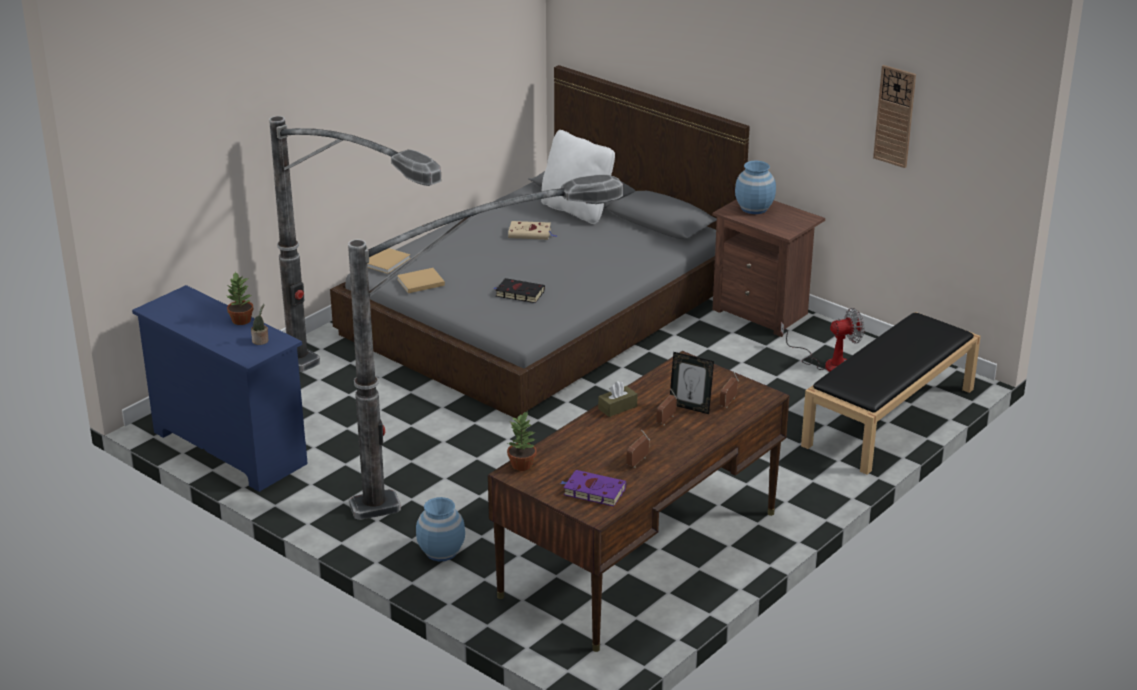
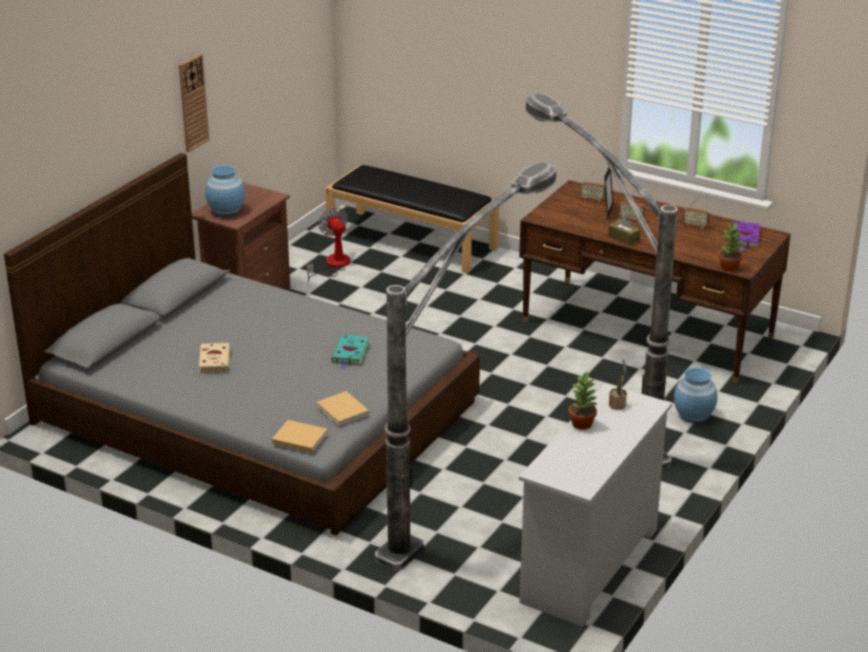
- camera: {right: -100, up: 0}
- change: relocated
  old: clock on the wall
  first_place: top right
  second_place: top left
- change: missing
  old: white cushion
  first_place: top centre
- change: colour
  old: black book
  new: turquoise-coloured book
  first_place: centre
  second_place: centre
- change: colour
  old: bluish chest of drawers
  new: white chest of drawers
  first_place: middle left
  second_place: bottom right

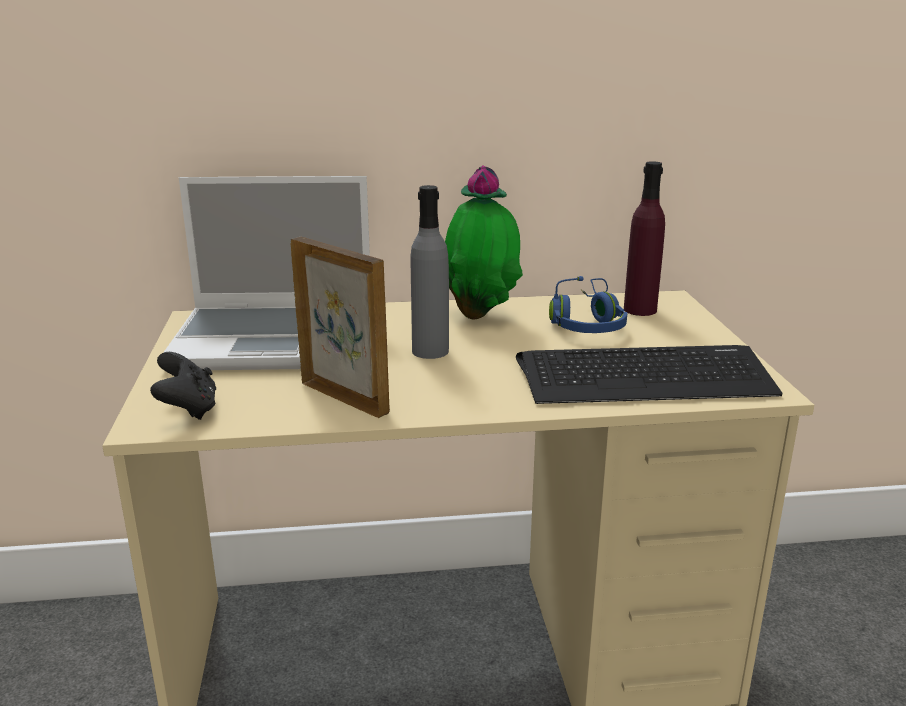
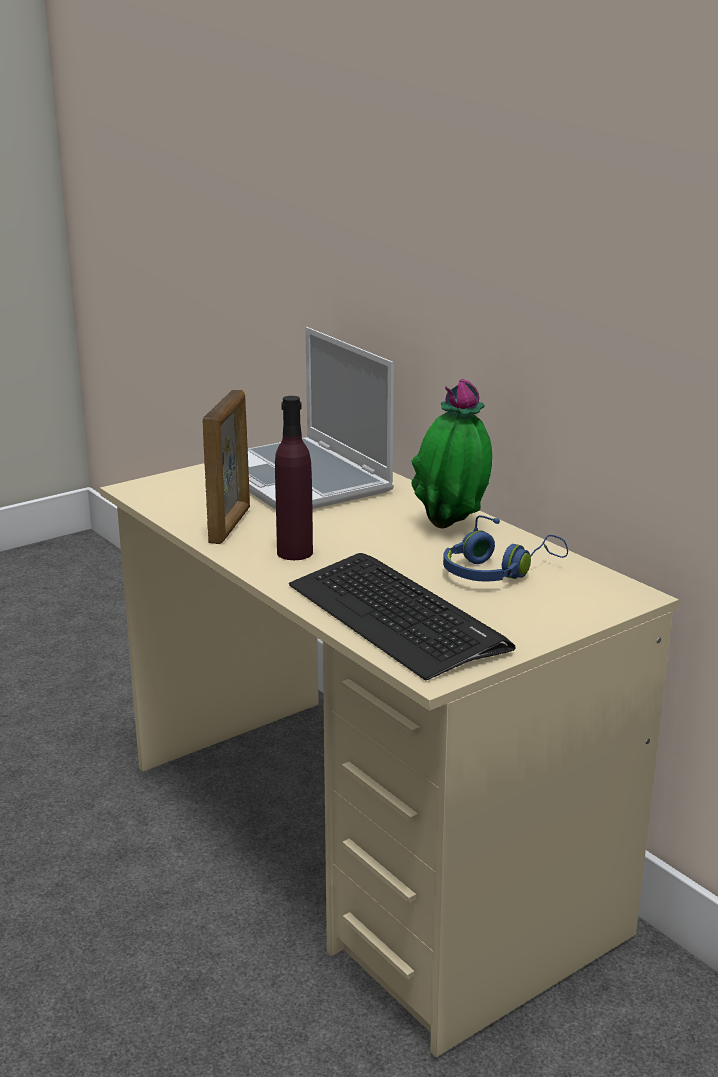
- camera: {right: 60, up: 0}
- change: relocated
  old: purple-coloured bottle
  first_place: middle right
  second_place: centre
- change: missing
  old: greyish bottle
  first_place: centre
- change: missing
  old: black gamepad
  first_place: middle left

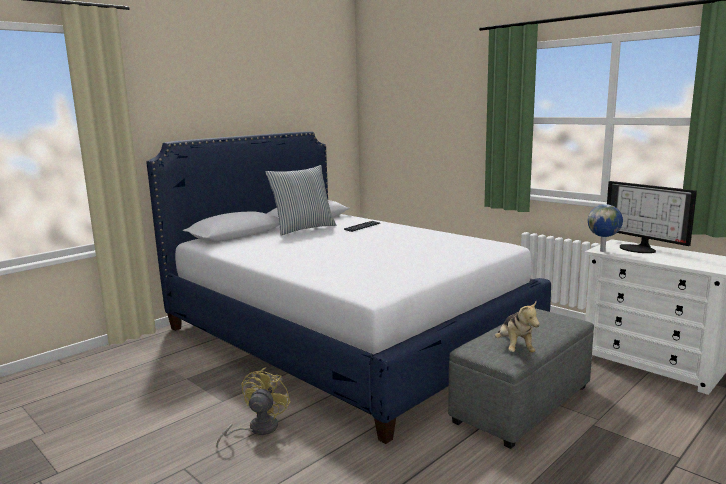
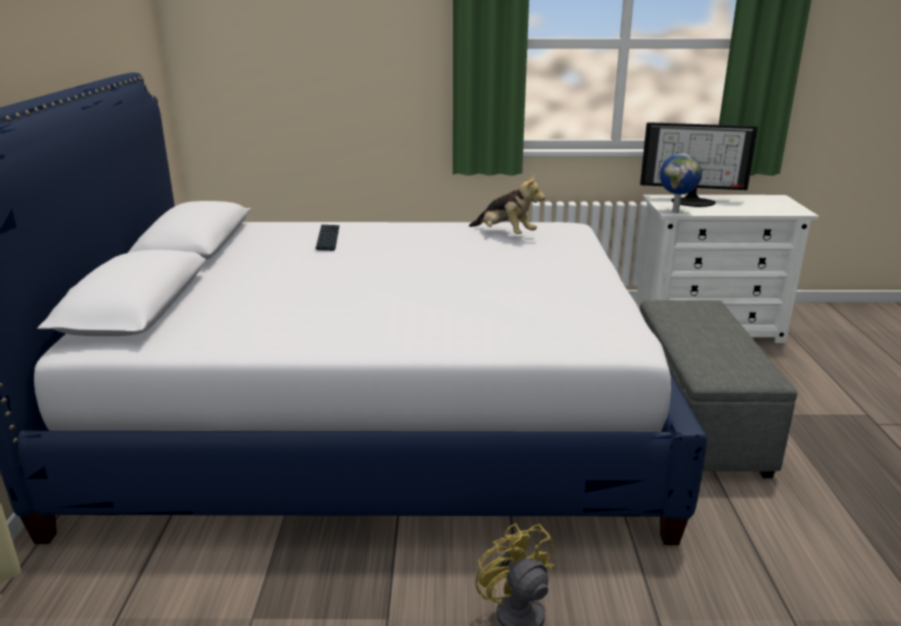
- camera: {right: -45, up: 10}
- change: missing
  old: cushion
  first_place: centre
- change: relocated
  old: plush toy
  first_place: bottom right
  second_place: top centre

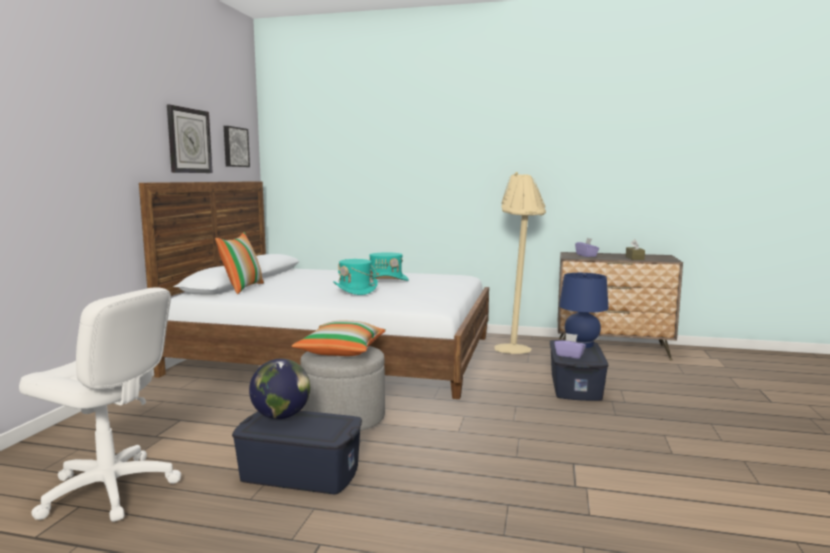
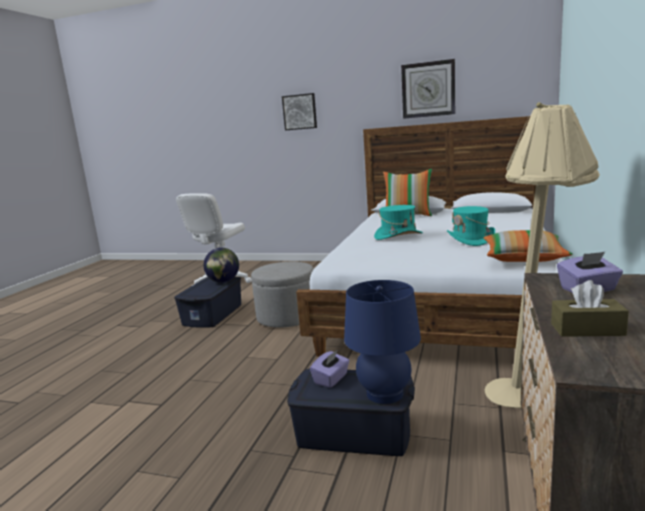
- camera: {right: 95, up: 5}
- change: relocated
  old: wall art
  first_place: top left
  second_place: top centre
- change: relocated
  old: cushion (no. 2 from left)
  first_place: centre
  second_place: middle right

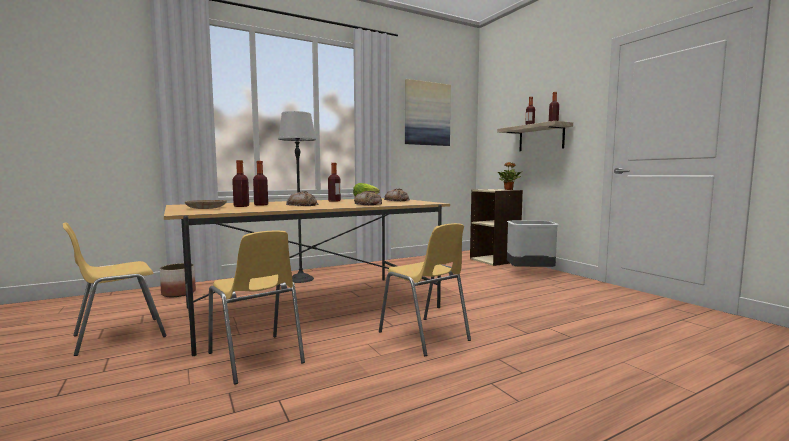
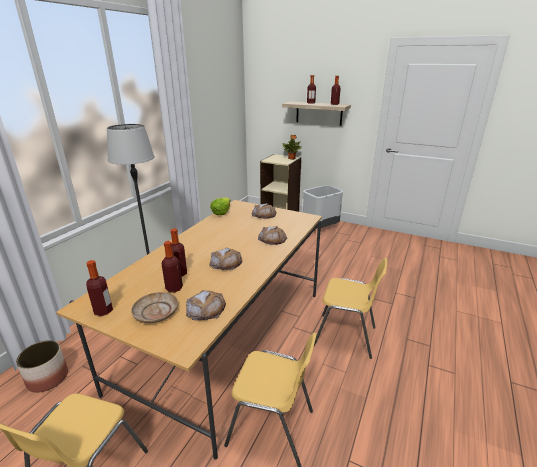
- camera: {right: -35, up: 20}
- change: missing
  old: wall art
  first_place: top centre
- change: relocated
  old: bottle (no. 3 from left in the first image)
  new: bottle (no. 1 from left)
  first_place: centre
  second_place: middle left
- change: appeared
  new: baked bread (no. 1 from left)
  second_place: centre

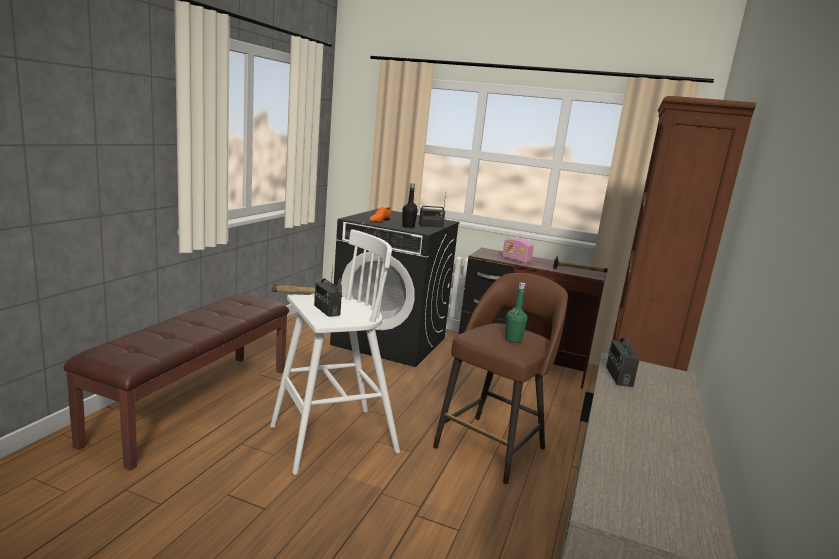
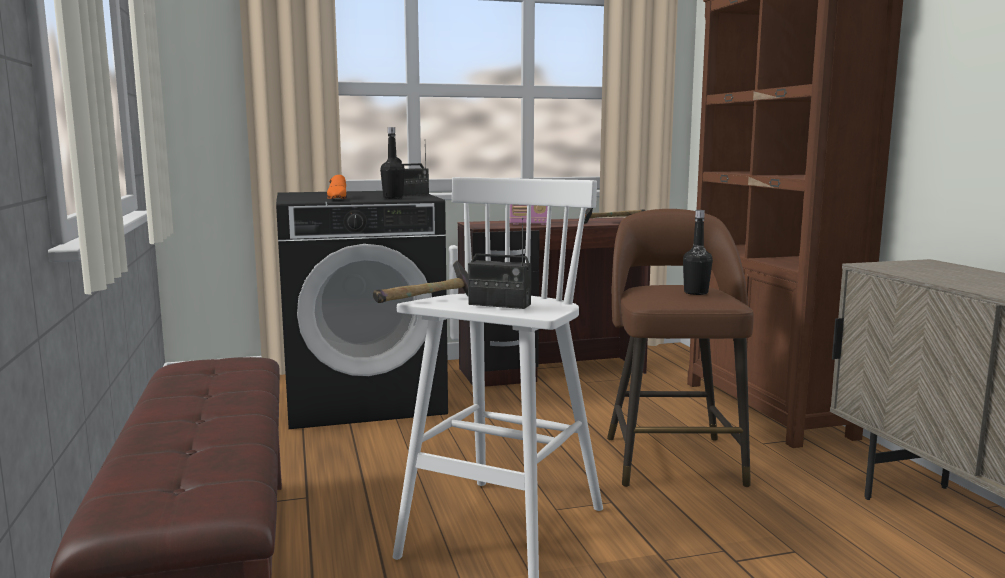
- camera: {right: -35, up: -5}
- change: colour
  old: green-coloured bottle
  new: black bottle (no. 2 from left)
  first_place: centre
  second_place: middle right
- change: missing
  old: radio receiver (no. 4 from left)
  first_place: middle right

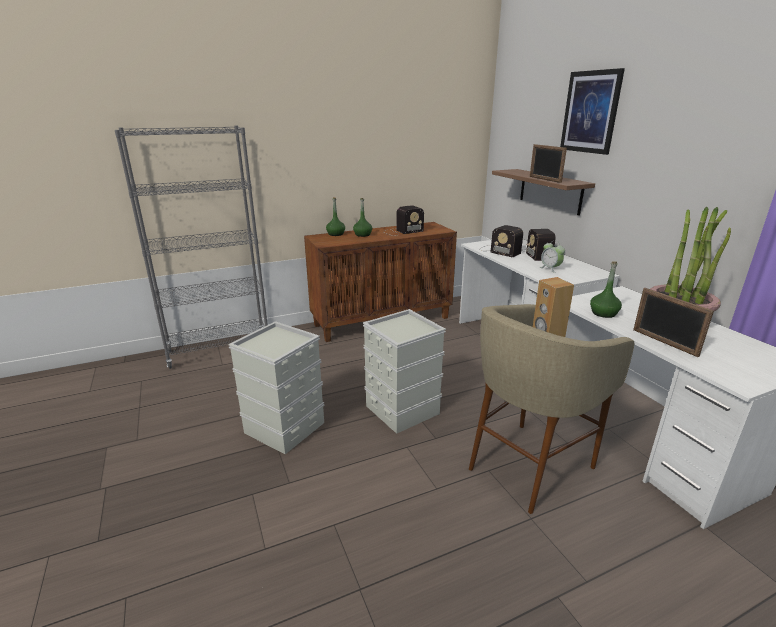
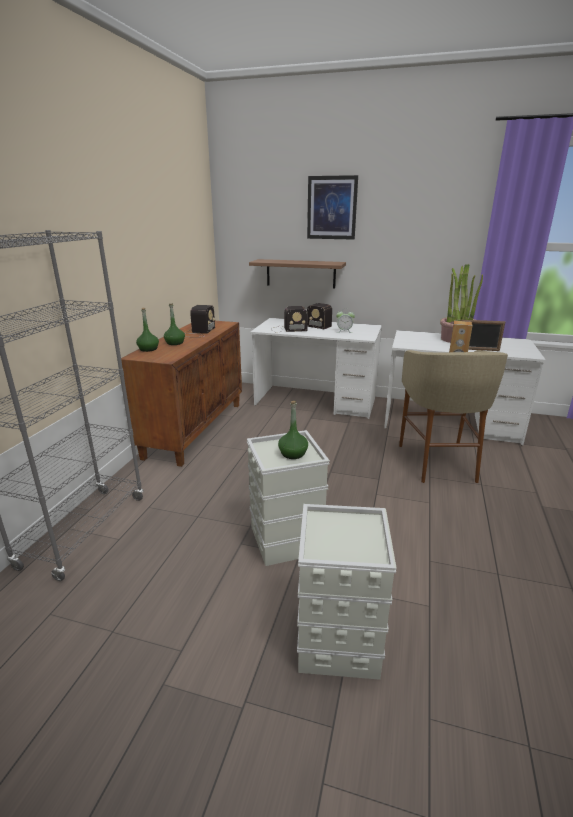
- camera: {right: -50, up: 0}
- change: missing
  old: standing frame (no. 1 from left)
  first_place: top right
- change: relocated
  old: green-coloured bottle (no. 3 from left)
  first_place: middle right
  second_place: centre
- change: relocated
  old: greyish storage container (no. 2 from left)
  first_place: centre
  second_place: bottom centre

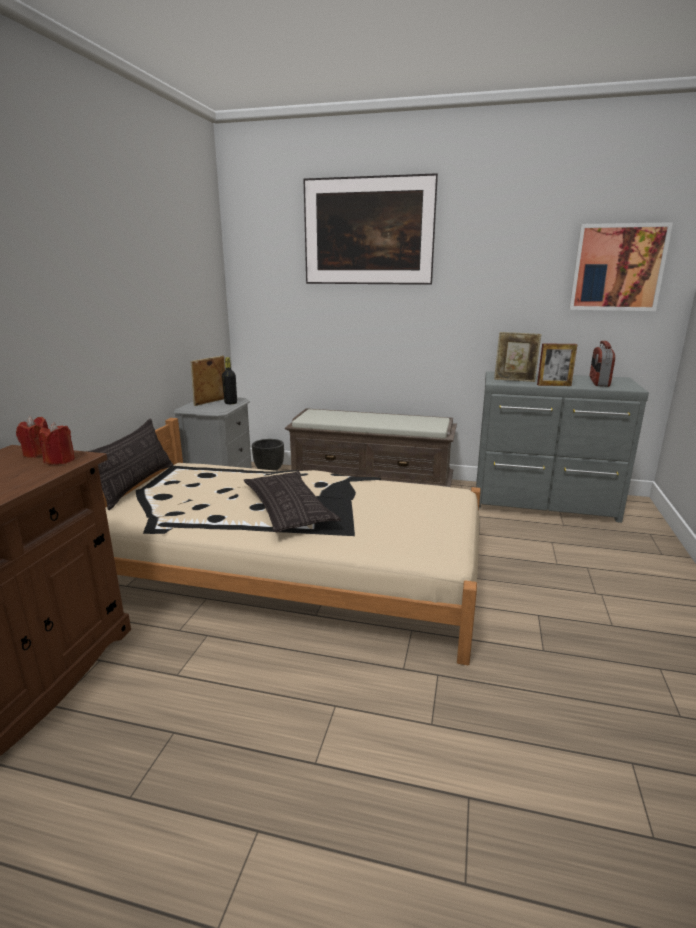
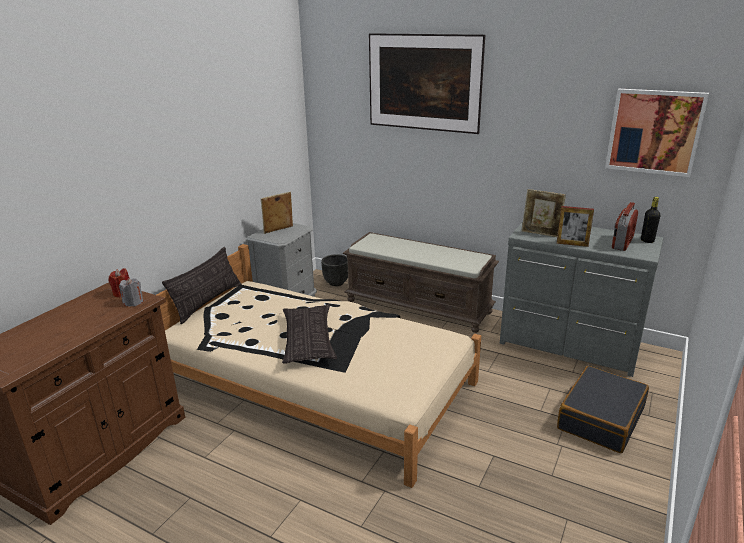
- camera: {right: 15, up: 5}
- change: relocated
  old: black bottle
  first_place: middle left
  second_place: middle right
- change: colour
  old: red-coloured wax candle (no. 2 from left)
  new: greyish wax candle
  first_place: middle left
  second_place: middle left
- change: appeared
  new: black piece of luggage
  second_place: bottom right

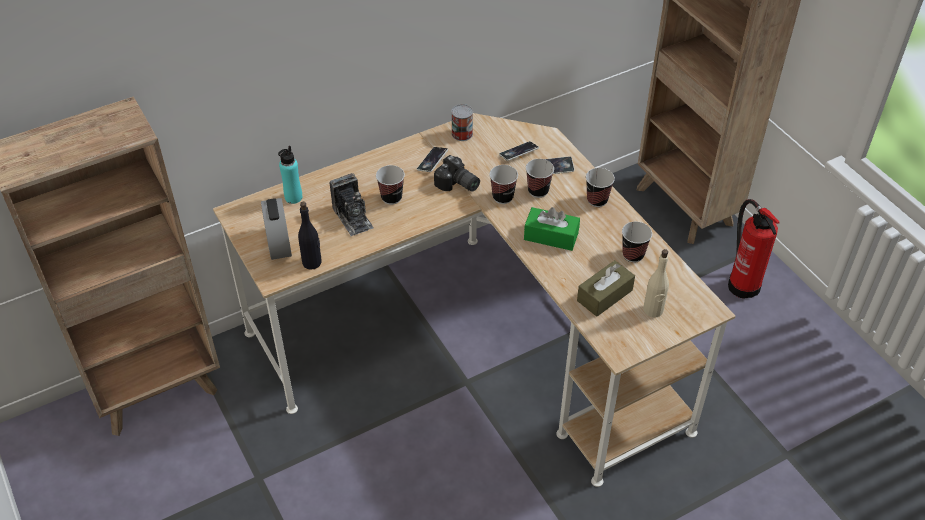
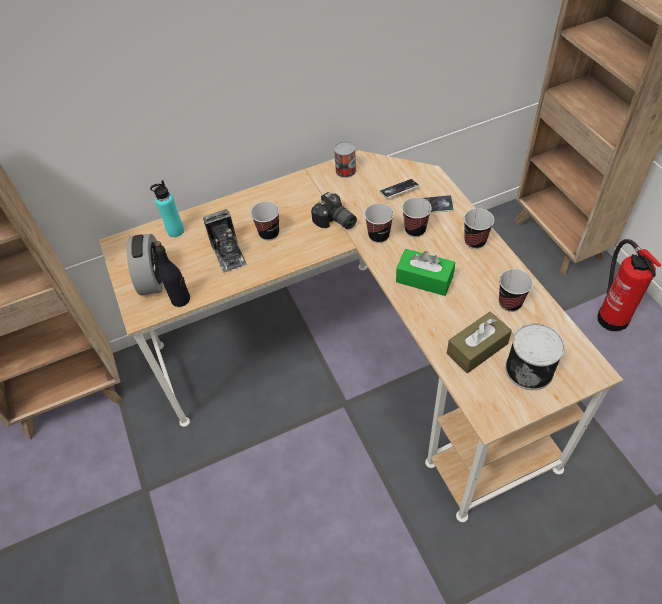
- camera: {right: 10, up: 5}
- change: missing
  old: handset (no. 1 from left)
  first_place: top centre
- change: exchanged
  old: sand-coloured bottle
  new: metal can (no. 2 from left)
  first_place: middle right
  second_place: middle right

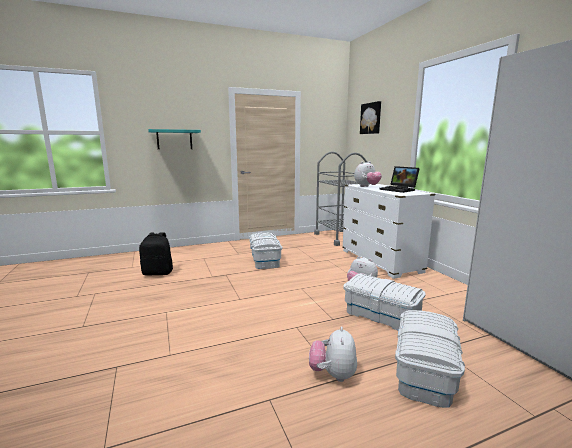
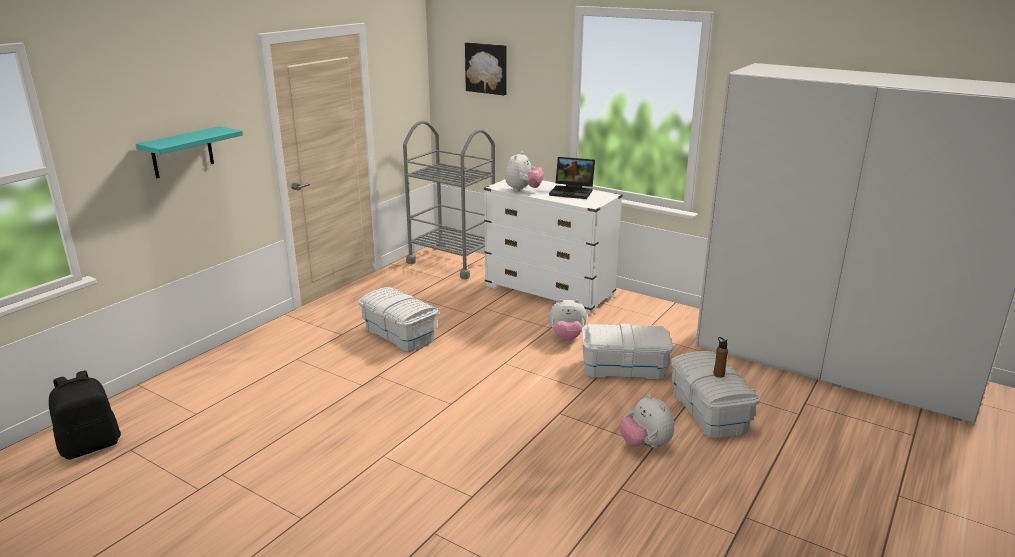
- camera: {right: -35, up: 10}
- change: relocated
  old: black rucksack
  first_place: middle left
  second_place: bottom left
- change: appeared
  new: brown bottle
  second_place: middle right

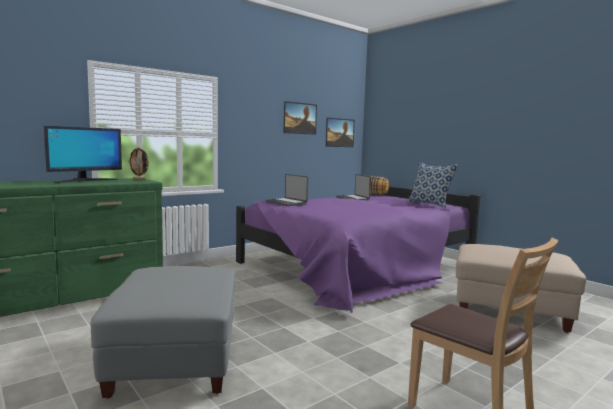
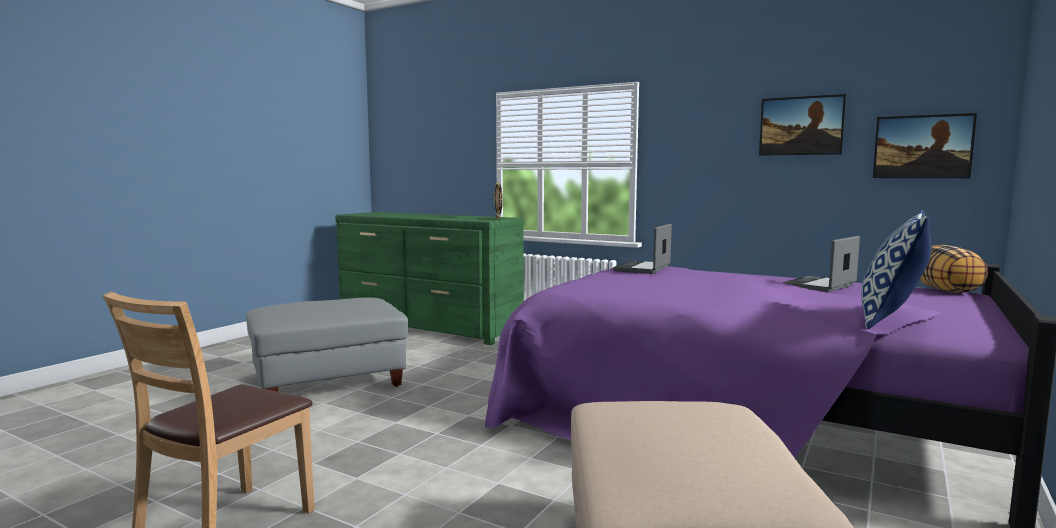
- camera: {right: 70, up: 0}
- change: missing
  old: monitor
  first_place: middle left

